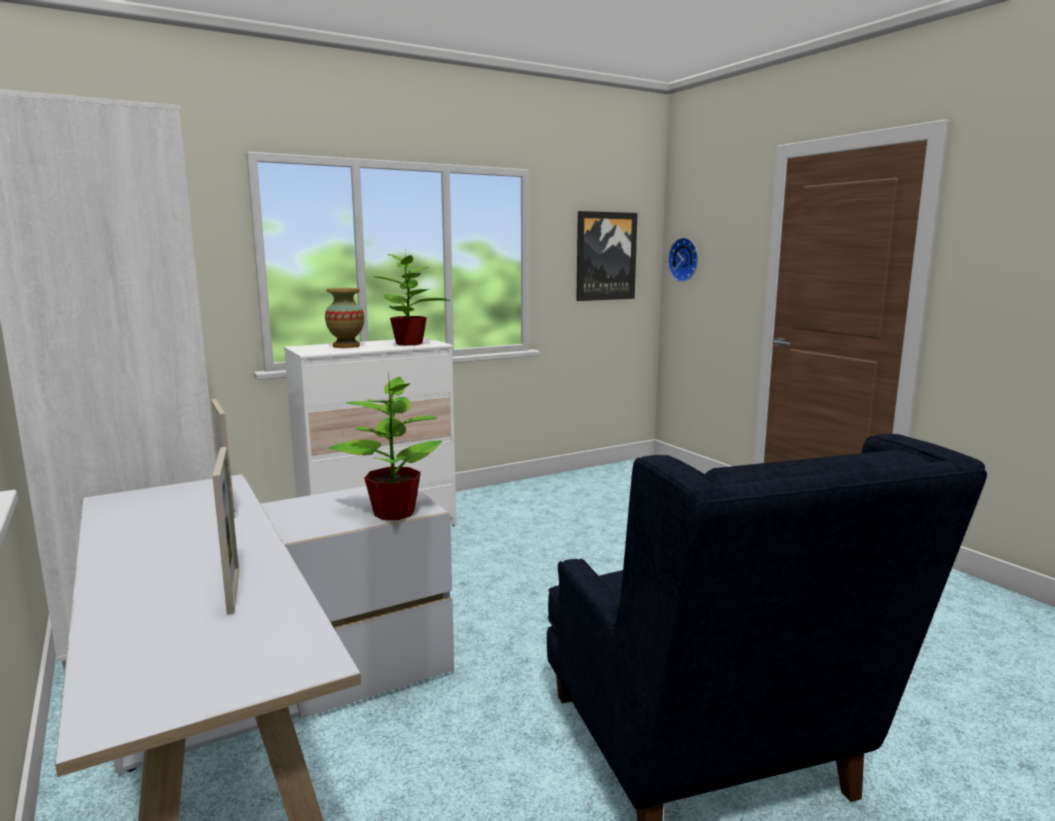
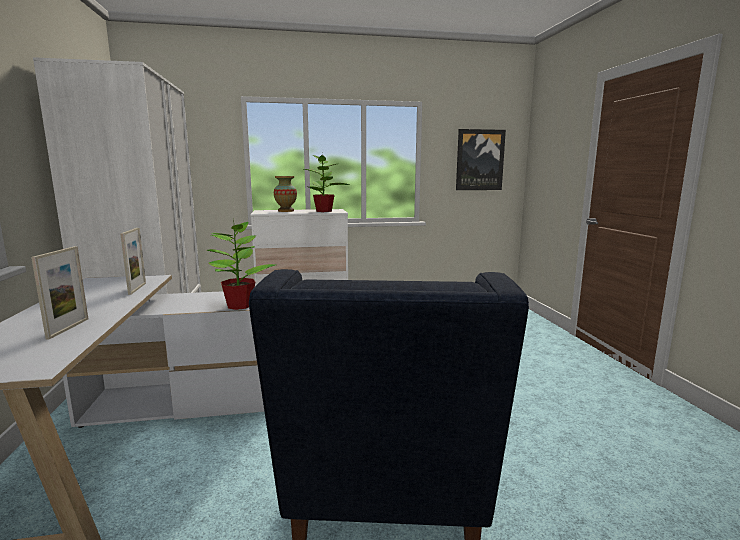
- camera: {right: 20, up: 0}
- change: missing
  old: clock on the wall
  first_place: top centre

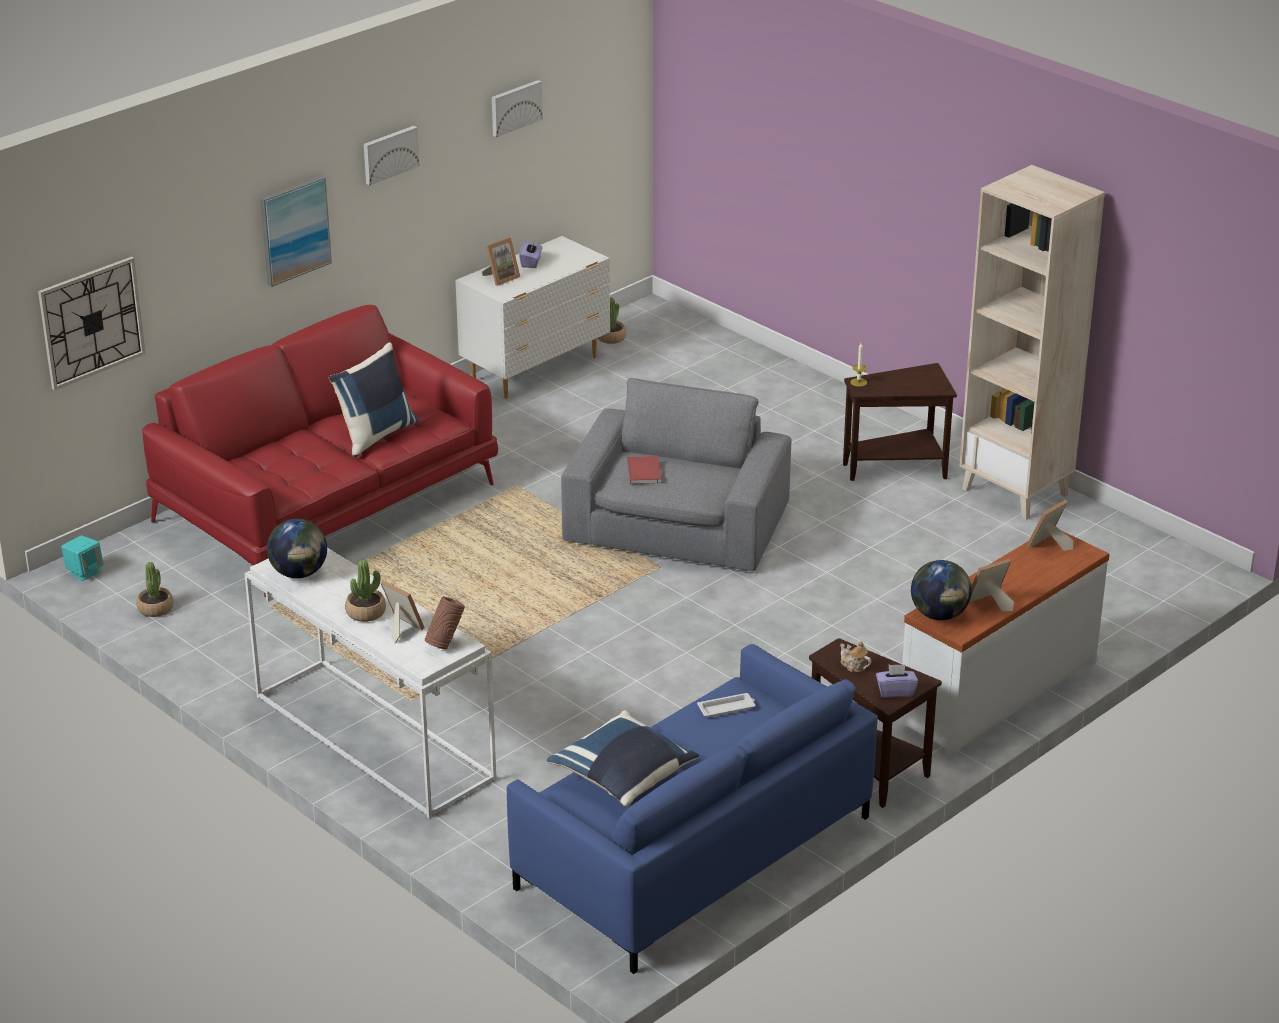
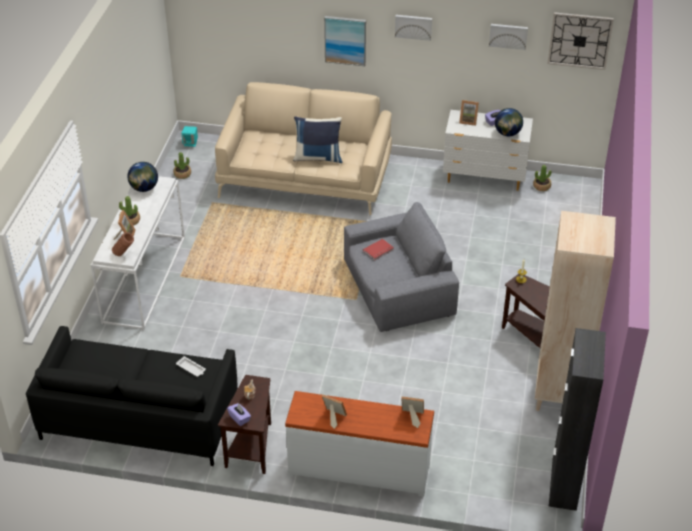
- camera: {right: 55, up: 10}
- change: relocated
  old: clock on the wall
  first_place: top left
  second_place: top right
- change: colour
  old: red-coloured couch
  new: sand-coloured couch
  first_place: middle left
  second_place: top centre
- change: relocated
  old: globe (no. 2 from left)
  first_place: middle right
  second_place: top right
- change: colour
  old: bluish couch
  new: black couch
  first_place: bottom centre
  second_place: bottom left
- change: missing
  old: bluish cushion (no. 2 from left)
  first_place: bottom centre
- change: appeared
  new: black storage cabinet
  second_place: bottom right

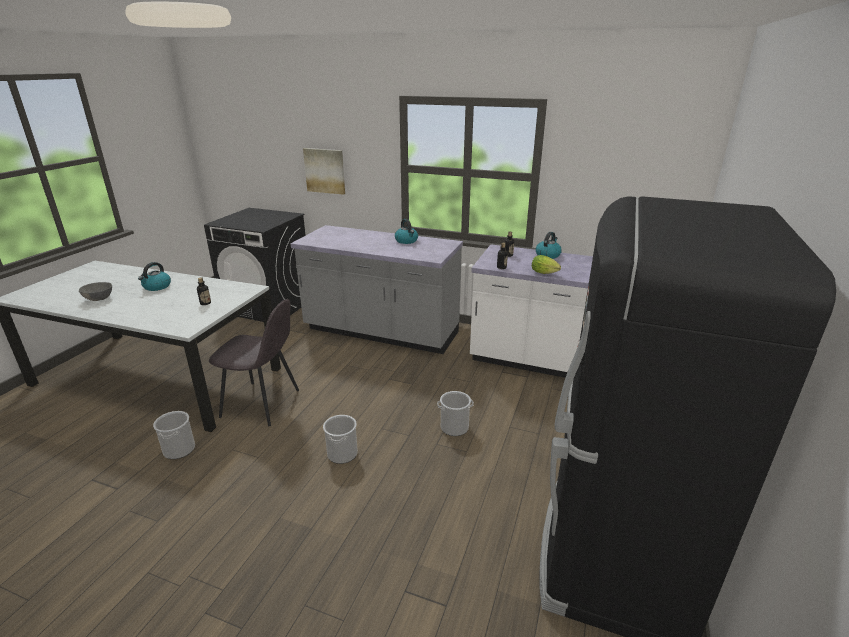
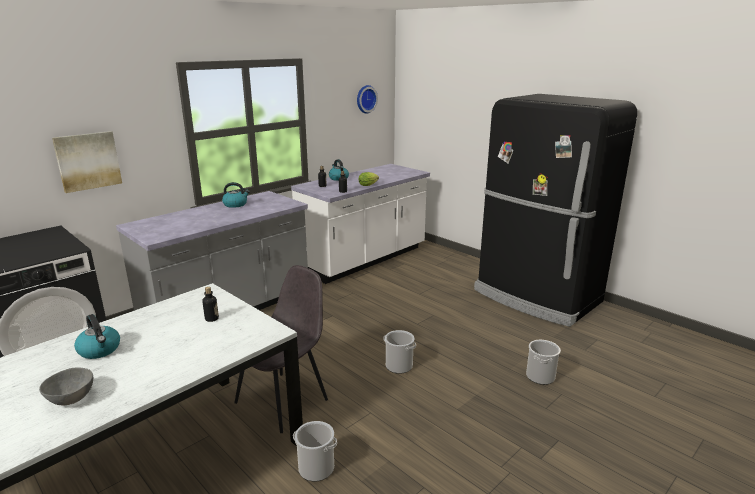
- camera: {right: -65, up: -5}
- change: relocated
  old: bucket (no. 3 from left)
  first_place: centre
  second_place: bottom right
- change: appeared
  new: clock on the wall
  second_place: top centre

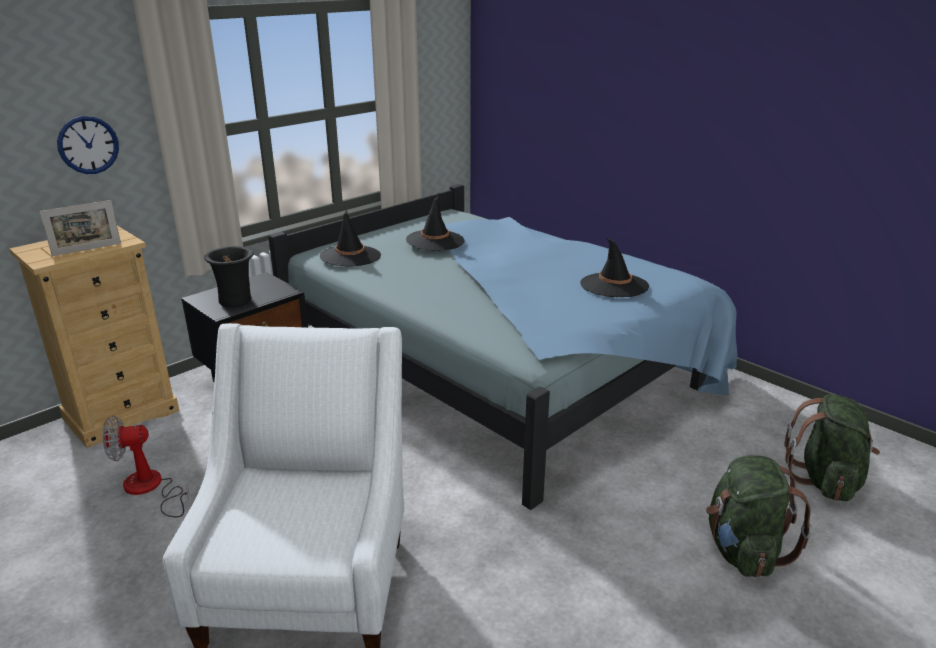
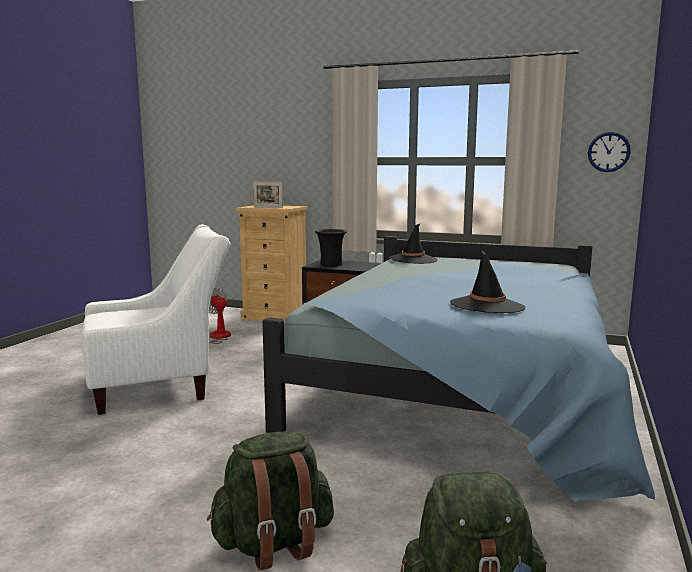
- camera: {right: 65, up: -15}
- change: relocated
  old: clock on the wall
  first_place: top left
  second_place: top right
- change: missing
  old: black clothing hat (no. 2 from left)
  first_place: centre

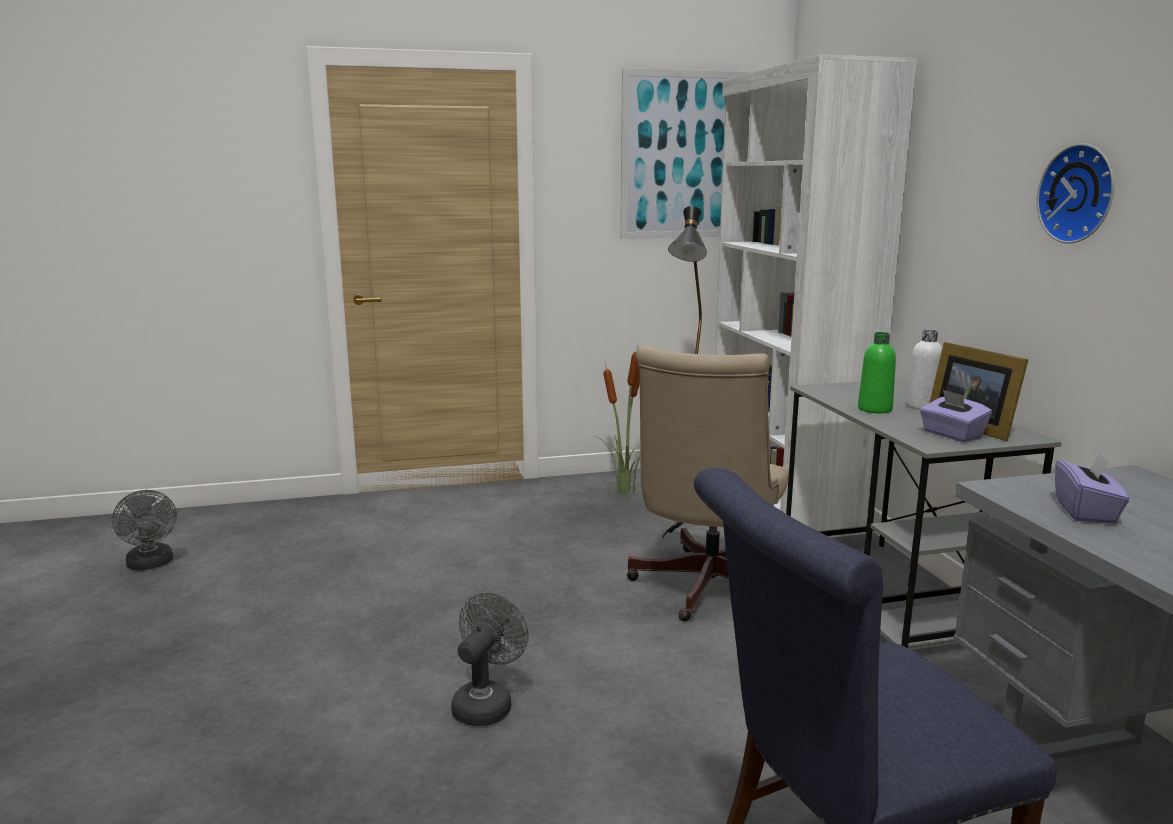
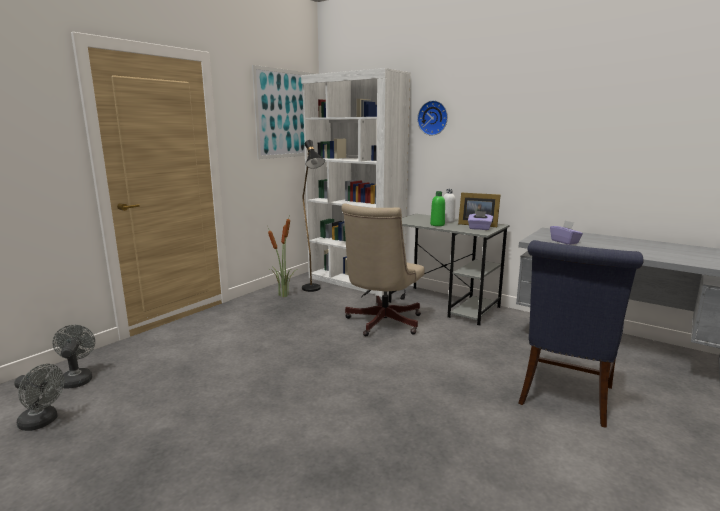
- camera: {right: -40, up: 0}
- change: relocated
  old: clock on the wall
  first_place: top right
  second_place: top centre
- change: spun
  old: sand-coloured desk chair
  first_place: centre
  second_place: centre
  degrees: 45
- change: relocated
  old: greyish electric fan (no. 2 from left)
  first_place: bottom centre
  second_place: bottom left

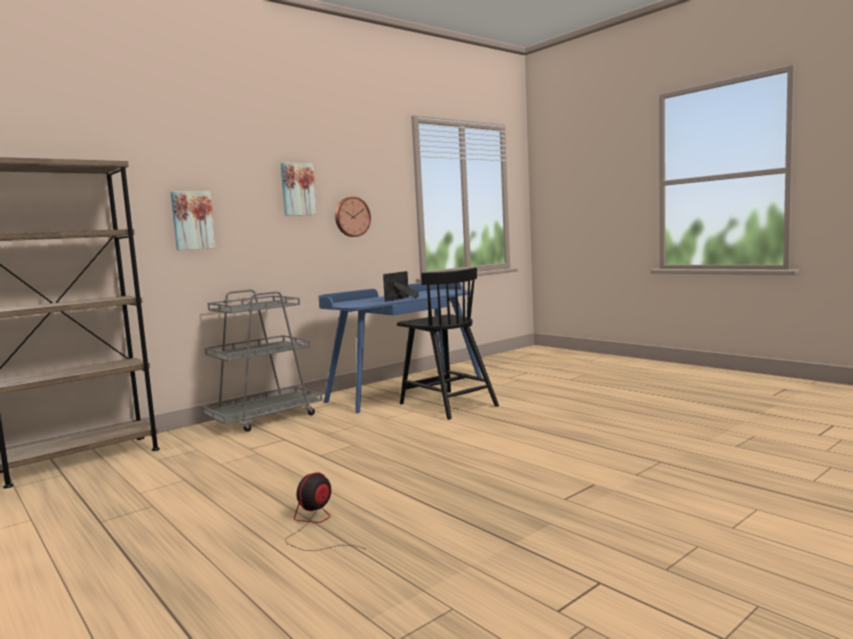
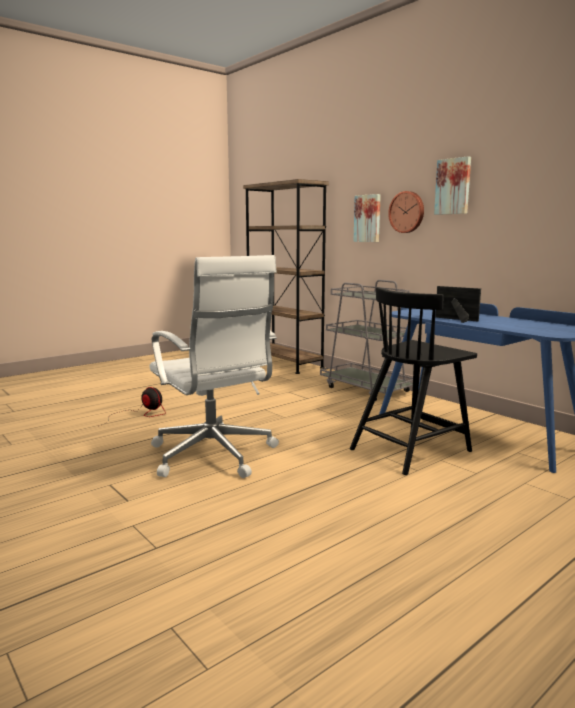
- camera: {right: 90, up: 5}
- change: relocated
  old: clock on the wall
  first_place: centre
  second_place: top right
- change: appeared
  new: white desk chair
  second_place: centre

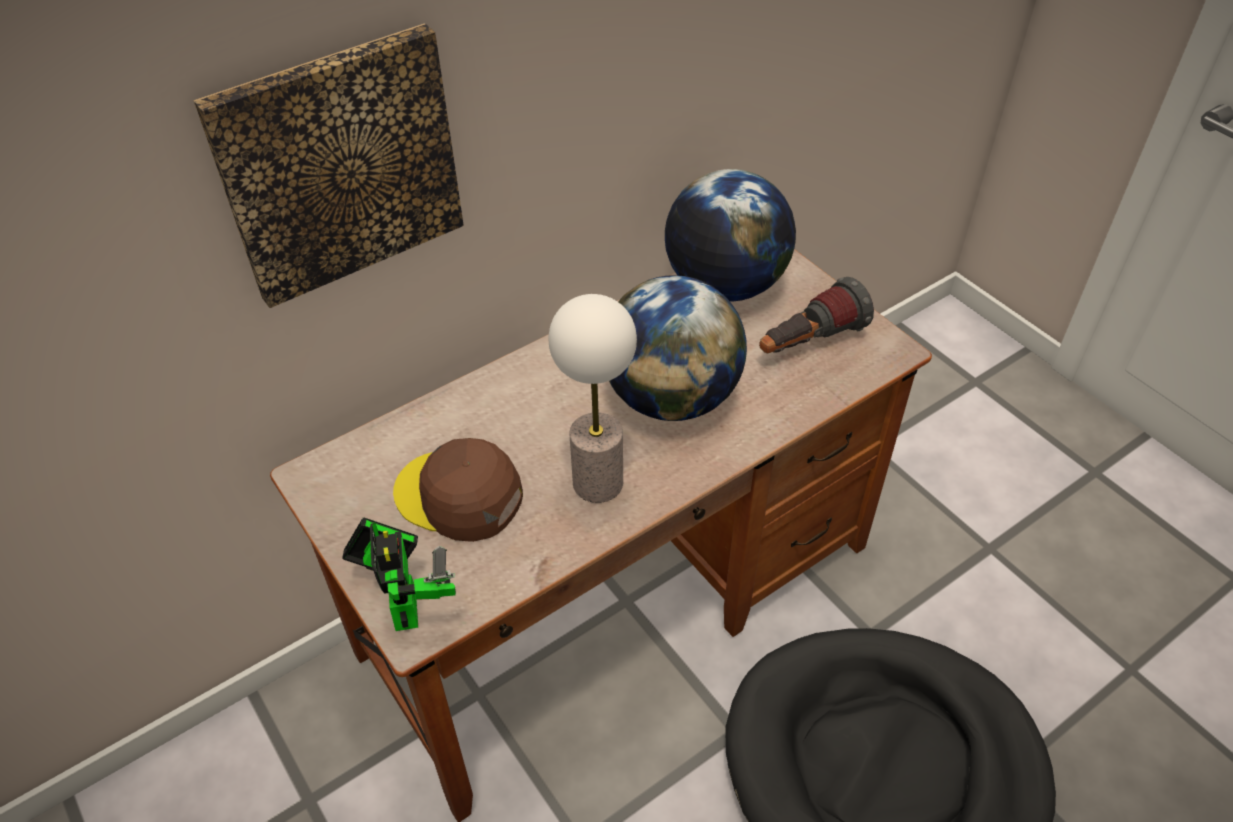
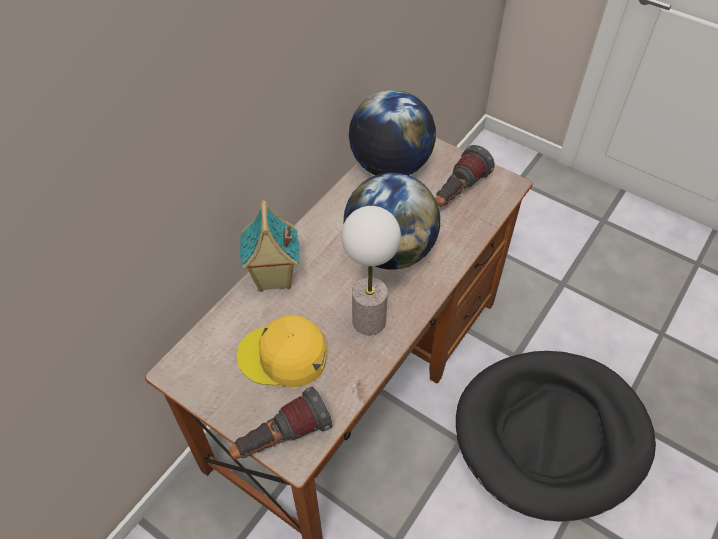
- camera: {right: -20, up: 5}
- change: missing
  old: wall art
  first_place: top left
- change: colour
  old: brown cap
  new: yellow cap
  first_place: centre
  second_place: centre
- change: exchanged
  old: robot figure
  new: torch (no. 1 from left)
  first_place: bottom left
  second_place: bottom centre
- change: appeared
  new: model house
  second_place: centre

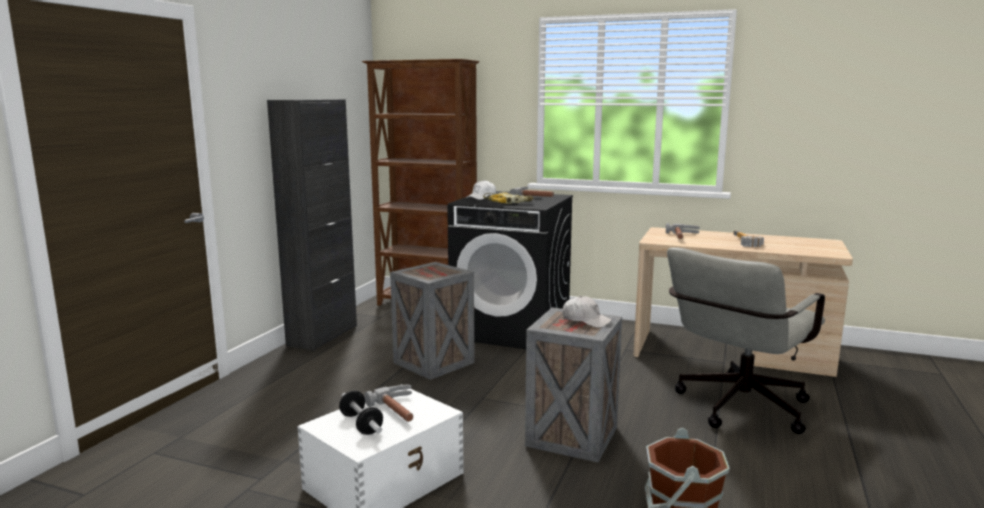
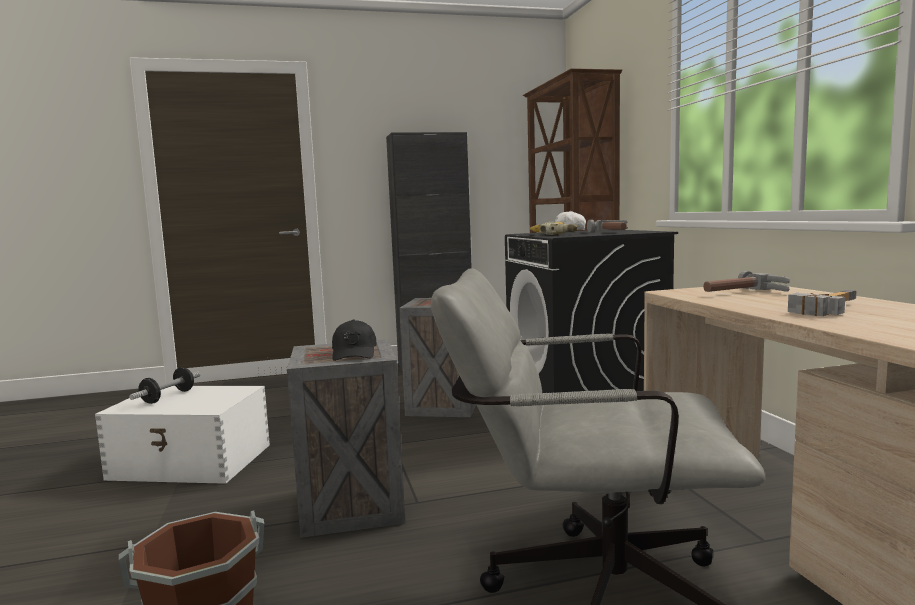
- camera: {right: 55, up: -5}
- change: colour
  old: white cap (no. 2 from left)
  new: black cap
  first_place: centre
  second_place: centre
- change: missing
  old: tool hammer (no. 1 from left)
  first_place: bottom centre

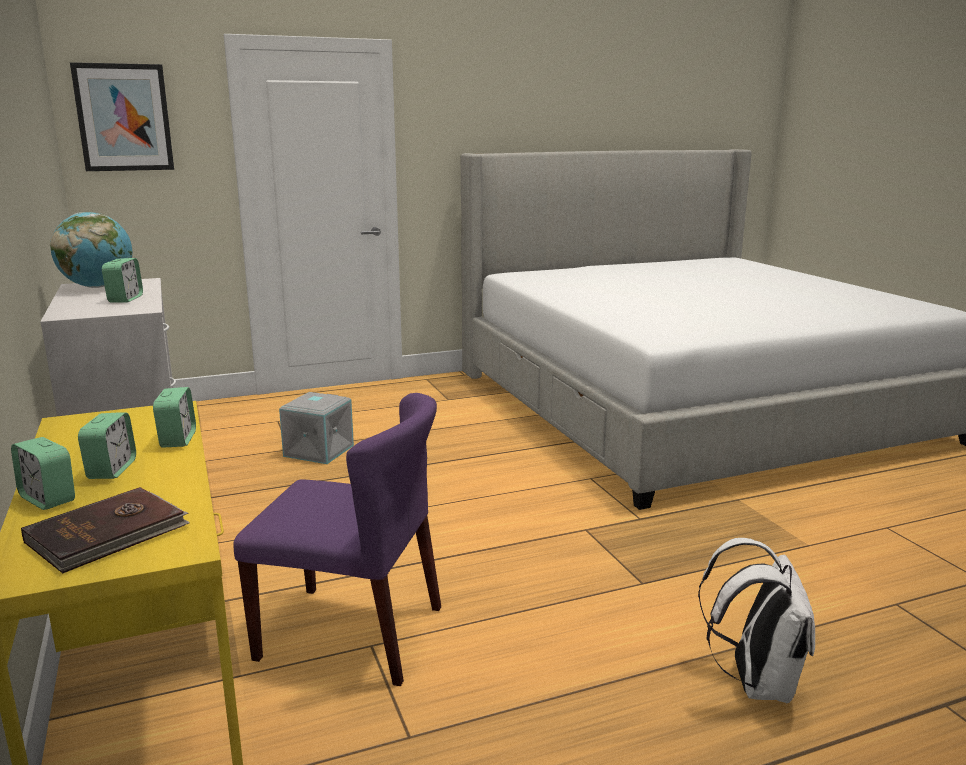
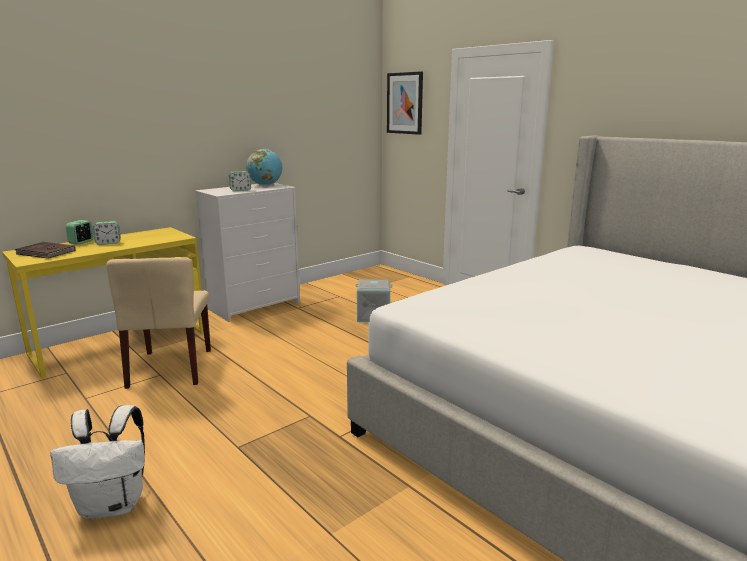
- camera: {right: 70, up: 0}
- change: missing
  old: table clock (no. 4 from left)
  first_place: middle left
- change: colour
  old: purple-coloured upright chair
  new: sand-coloured upright chair
  first_place: bottom centre
  second_place: middle left

